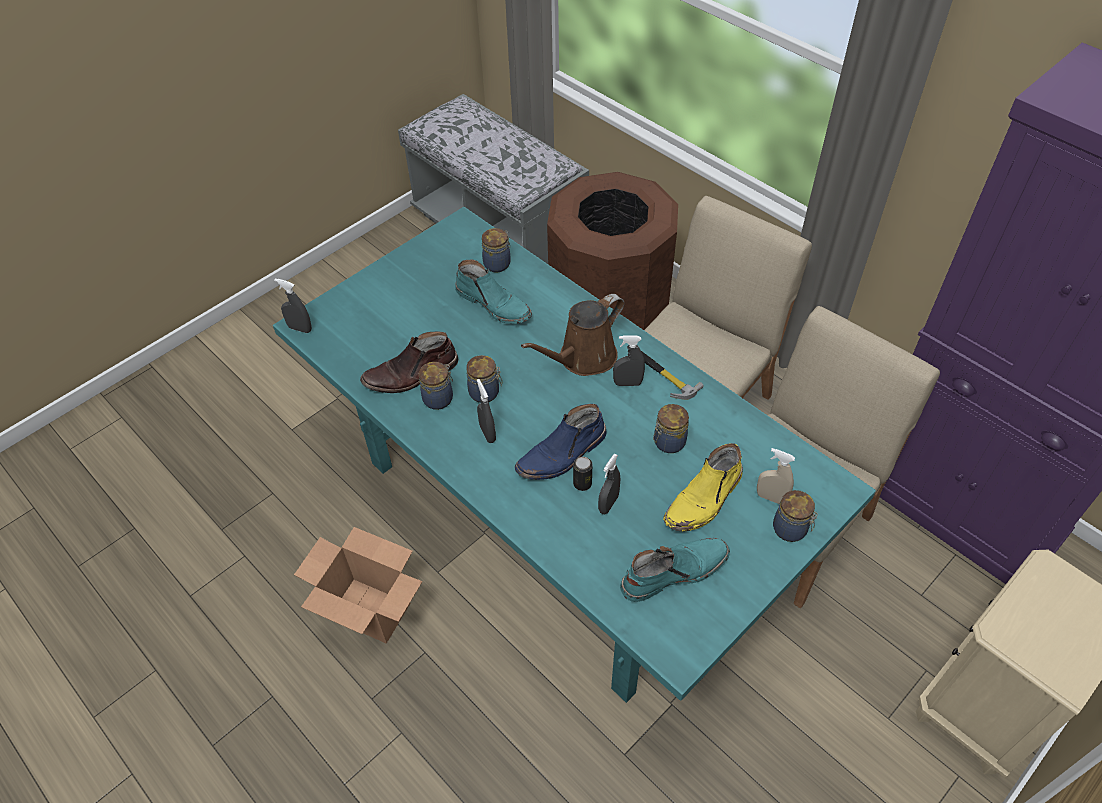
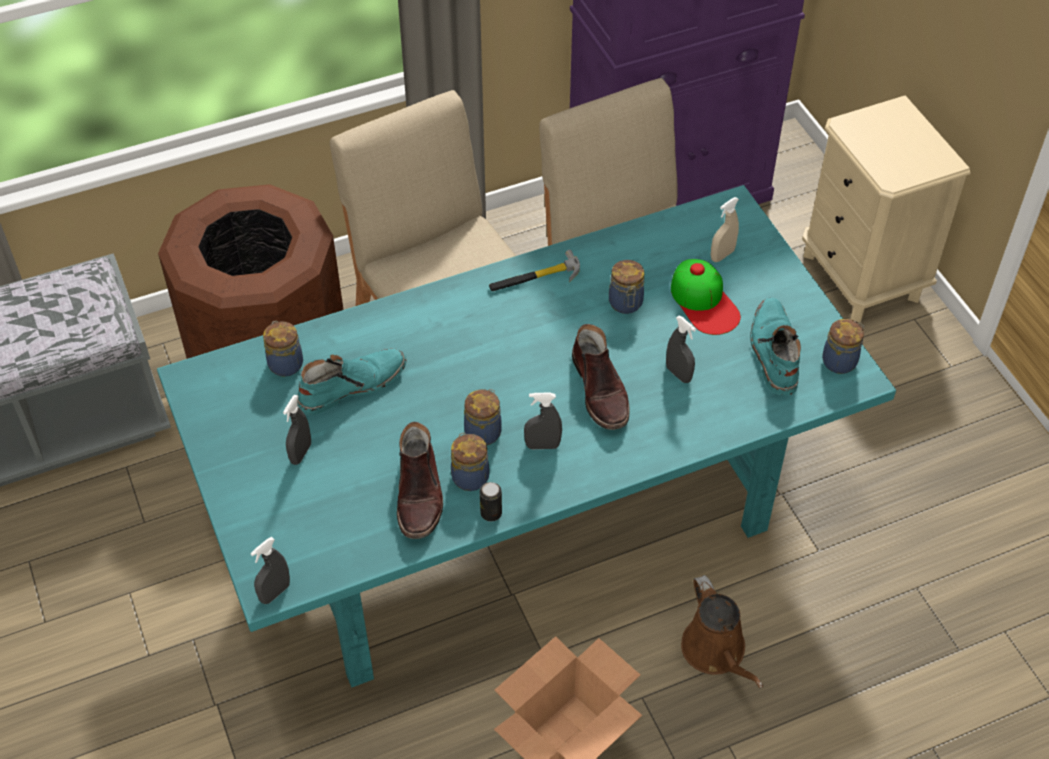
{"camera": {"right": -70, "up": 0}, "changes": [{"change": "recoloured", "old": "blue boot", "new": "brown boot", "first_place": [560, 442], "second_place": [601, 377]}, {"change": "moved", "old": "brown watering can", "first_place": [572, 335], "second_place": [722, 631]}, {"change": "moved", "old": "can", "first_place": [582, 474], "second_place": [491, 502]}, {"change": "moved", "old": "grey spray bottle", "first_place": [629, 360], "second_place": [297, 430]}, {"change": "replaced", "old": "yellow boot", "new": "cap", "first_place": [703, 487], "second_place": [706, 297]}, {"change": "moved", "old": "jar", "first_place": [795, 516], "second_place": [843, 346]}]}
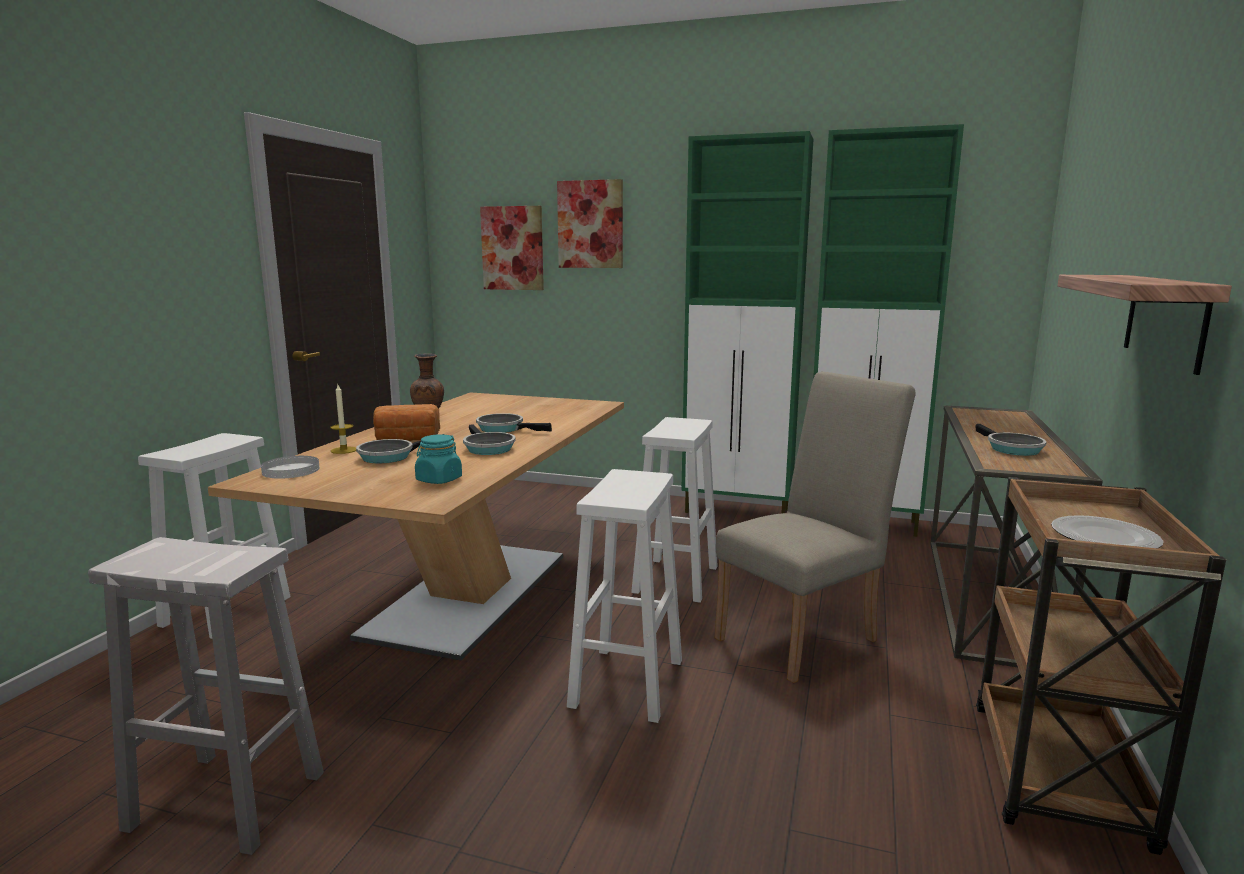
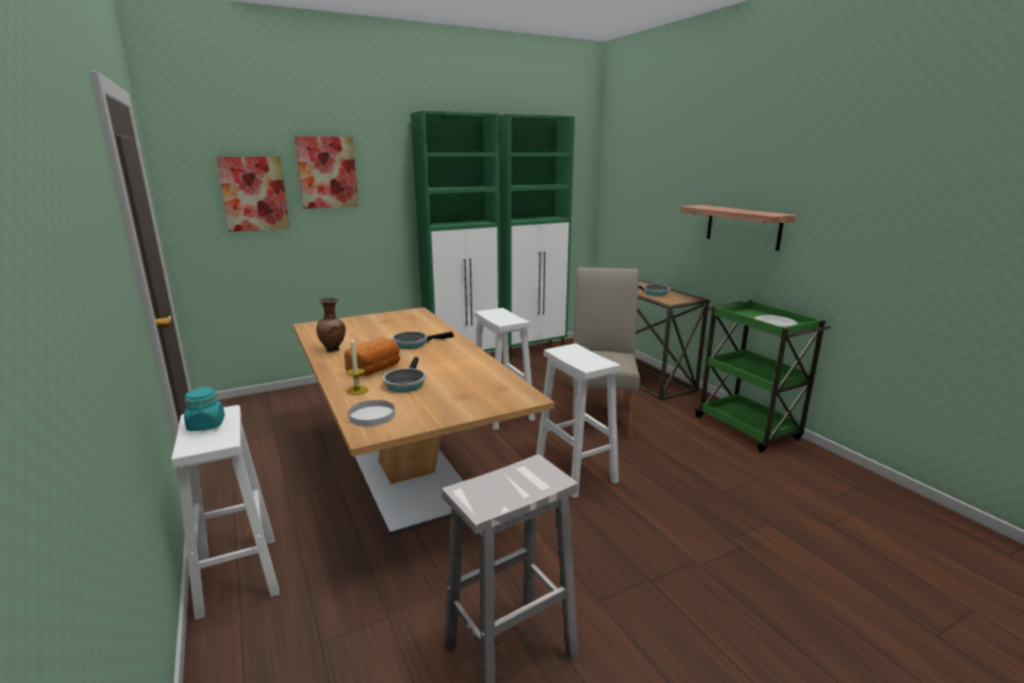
{"camera": {"right": -45, "up": 5}, "changes": [{"change": "moved", "old": "turquoise jar", "first_place": [438, 459], "second_place": [204, 409]}, {"change": "removed", "old": "frying pan", "first_place": [489, 439]}, {"change": "recoloured", "old": "brown cart", "new": "green cart", "first_place": [1101, 666], "second_place": [762, 376]}]}
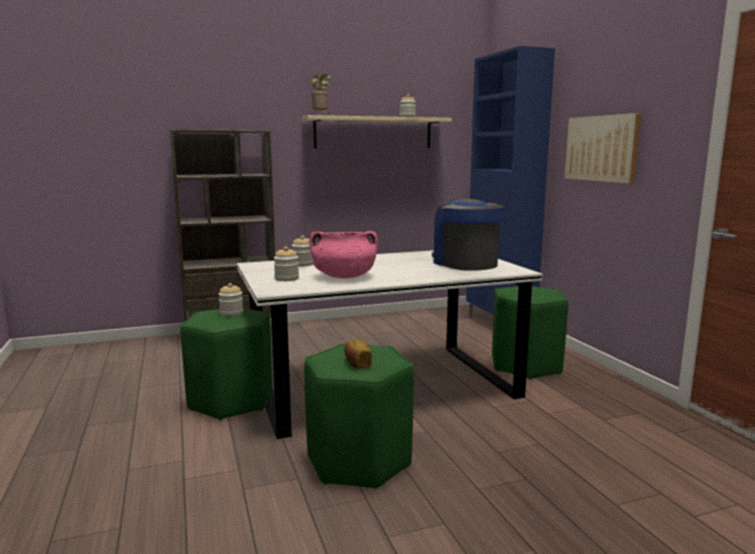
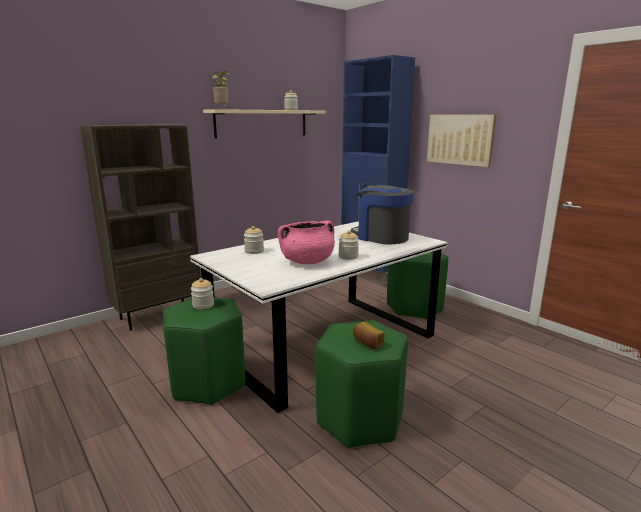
{"camera": {"right": -20, "up": 5}, "changes": [{"change": "moved", "old": "jar", "first_place": [286, 263], "second_place": [349, 245]}]}
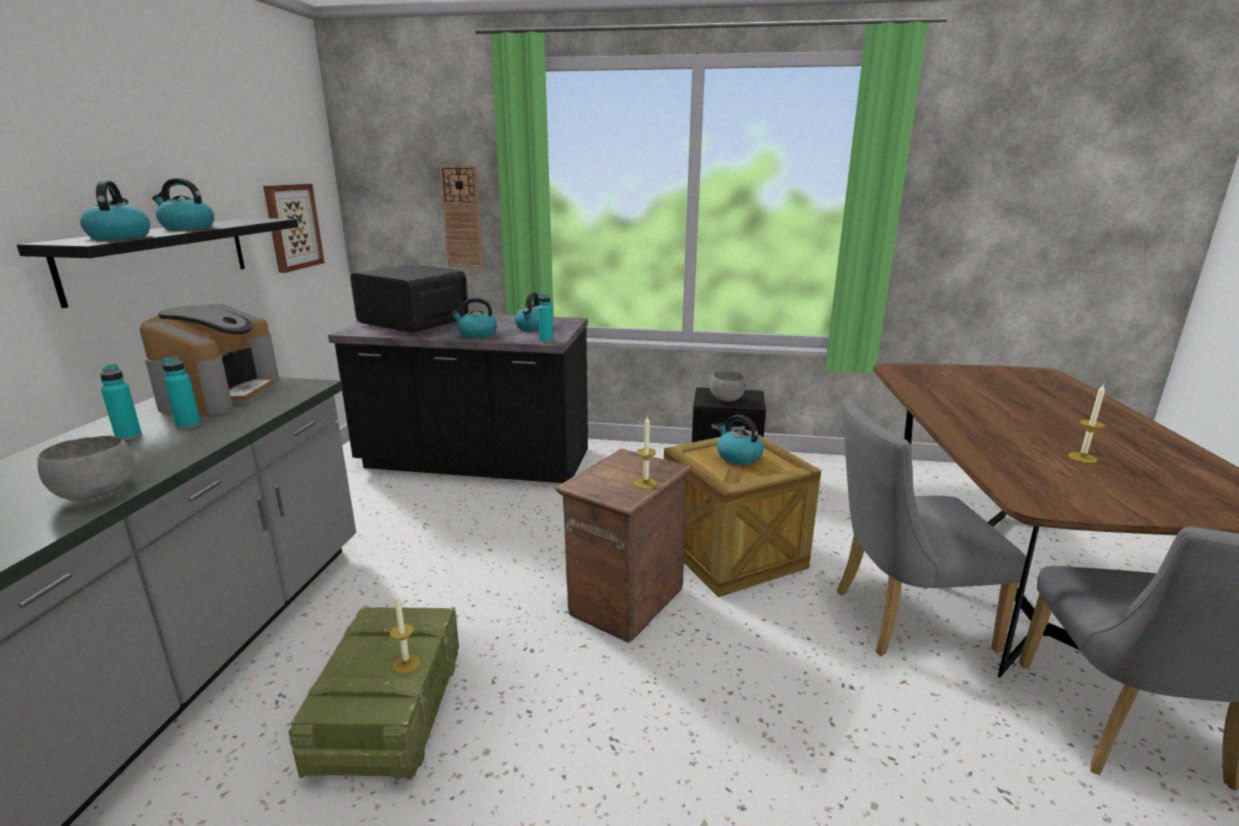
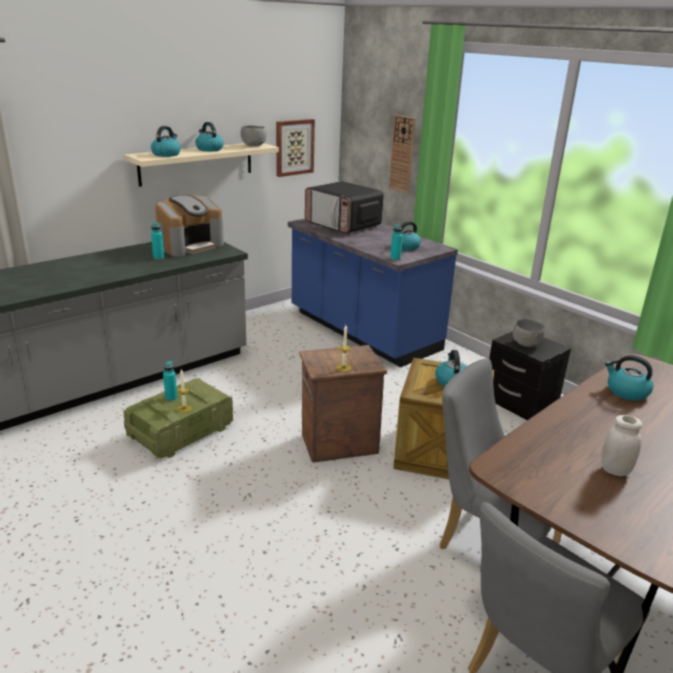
{"camera": {"right": 40, "up": 5}, "changes": [{"change": "recoloured", "old": "black shelf", "new": "beige shelf", "first_place": [157, 263], "second_place": [201, 165]}, {"change": "moved", "old": "grey bowl", "first_place": [85, 468], "second_place": [254, 135]}, {"change": "moved", "old": "turquoise bottle", "first_place": [121, 402], "second_place": [170, 381]}, {"change": "recoloured", "old": "black counter", "new": "blue counter", "first_place": [458, 399], "second_place": [373, 293]}, {"change": "turned", "old": "microwave", "first_place": [410, 299], "second_place": [344, 207], "degrees": 150}, {"change": "moved", "old": "kettle", "first_place": [474, 318], "second_place": [629, 378]}, {"change": "replaced", "old": "candle", "new": "white jar", "first_place": [1086, 423], "second_place": [621, 445]}]}
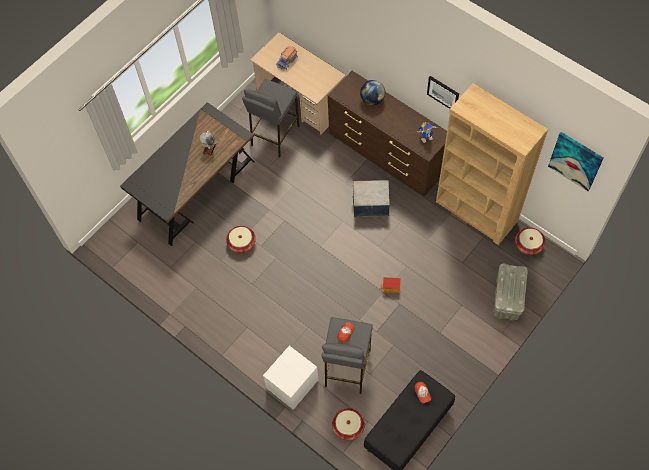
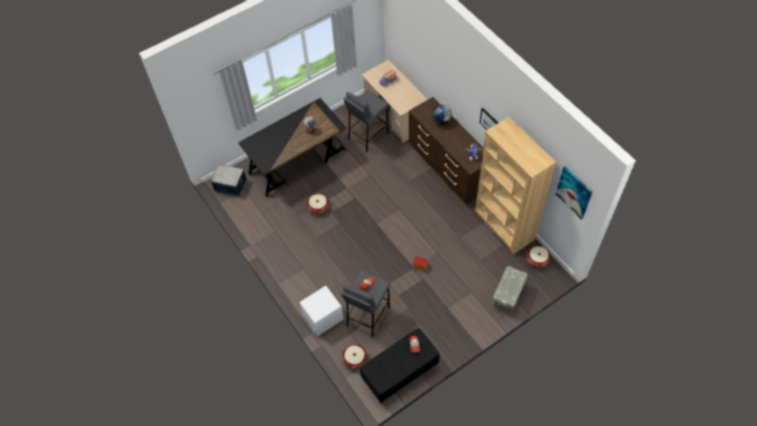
{"camera": {"right": 15, "up": -5}, "changes": [{"change": "moved", "old": "storage box", "first_place": [371, 198], "second_place": [228, 180]}]}
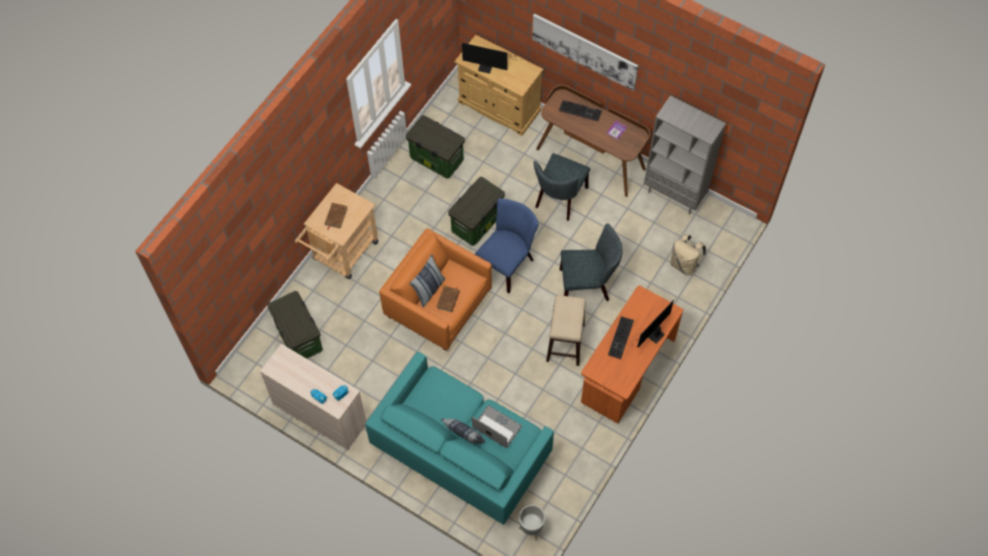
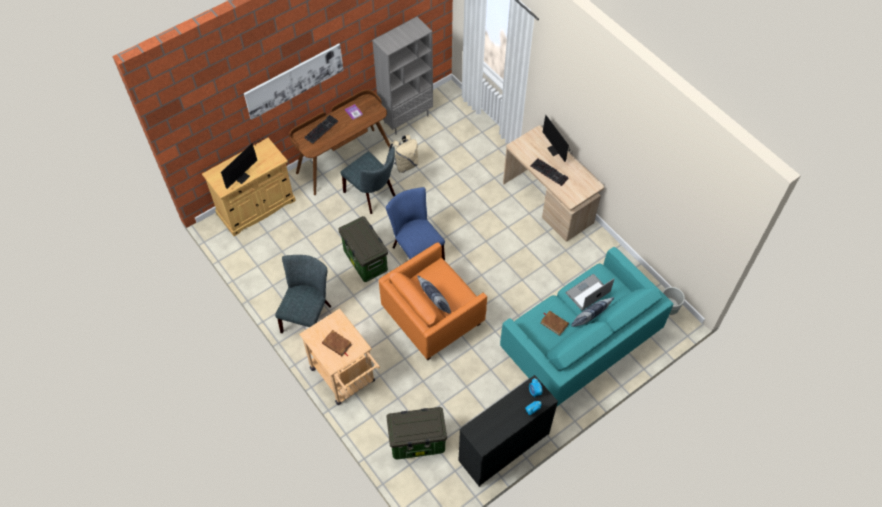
{"camera": {"right": -70, "up": -5}, "changes": [{"change": "recoloured", "old": "beige dresser", "new": "black dresser", "first_place": [313, 397], "second_place": [508, 431]}, {"change": "removed", "old": "storage box", "first_place": [435, 147]}, {"change": "moved", "old": "brown book", "first_place": [448, 299], "second_place": [555, 323]}, {"change": "removed", "old": "stool", "first_place": [566, 330]}, {"change": "moved", "old": "grey chair", "first_place": [591, 262], "second_place": [303, 294]}, {"change": "recoloured", "old": "orange desk", "new": "beige desk", "first_place": [632, 354], "second_place": [553, 183]}, {"change": "moved", "old": "beige backpack", "first_place": [688, 255], "second_place": [403, 154]}]}
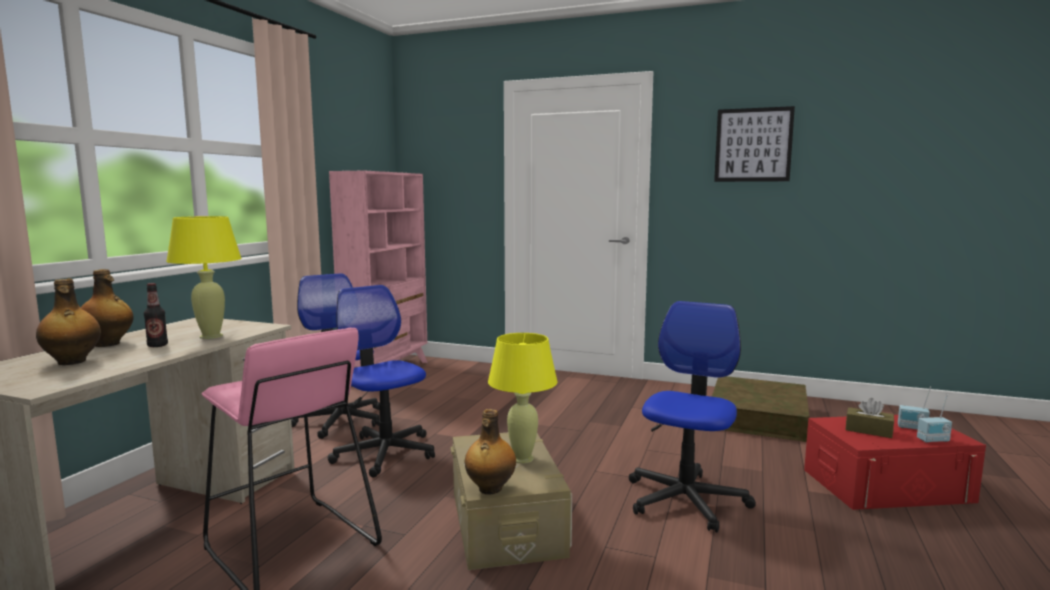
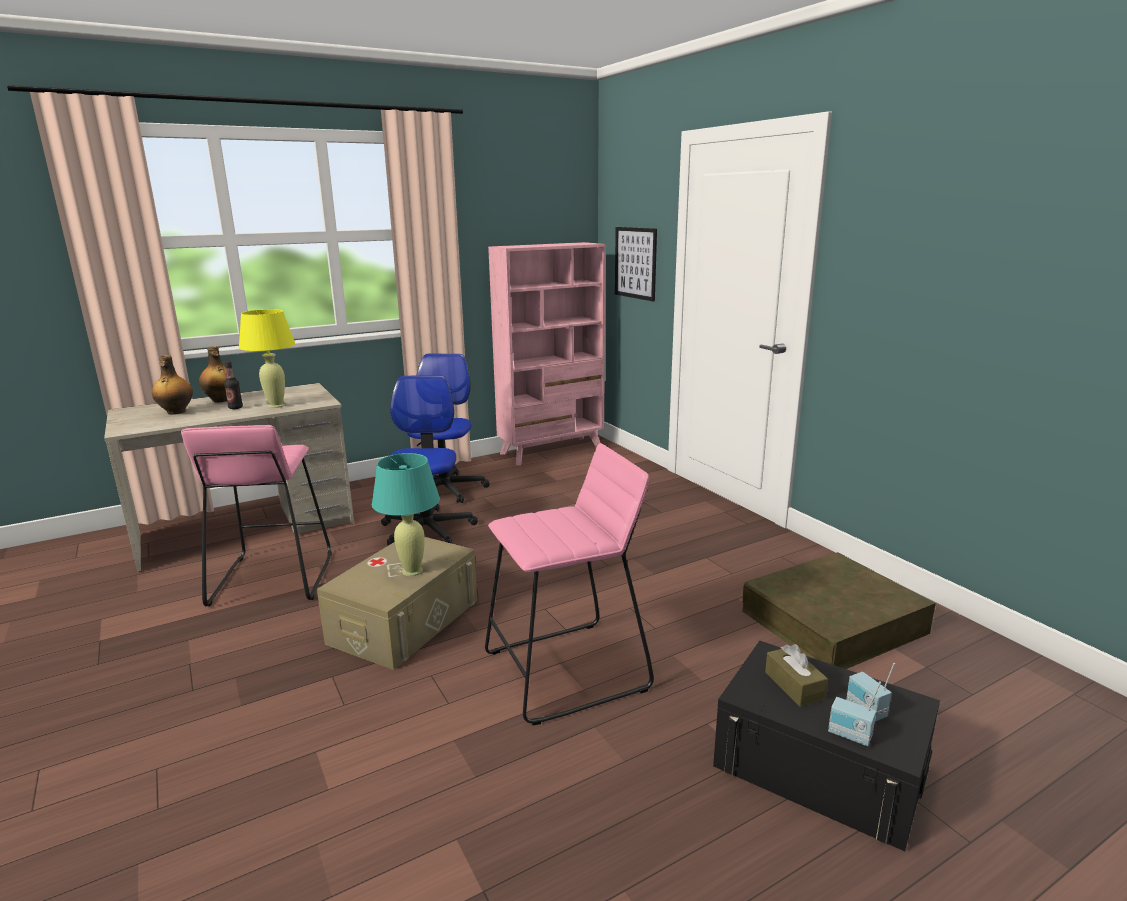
{"camera": {"right": 40, "up": 10}, "changes": [{"change": "removed", "old": "bottle", "first_place": [490, 452]}, {"change": "recoloured", "old": "yellow table lamp", "new": "turquoise table lamp", "first_place": [522, 398], "second_place": [406, 514]}, {"change": "replaced", "old": "office chair", "new": "pink stool", "first_place": [692, 416], "second_place": [569, 584]}, {"change": "moved", "old": "picture", "first_place": [754, 144], "second_place": [636, 264]}, {"change": "recoloured", "old": "red storage box", "new": "black storage box", "first_place": [895, 462], "second_place": [826, 746]}]}
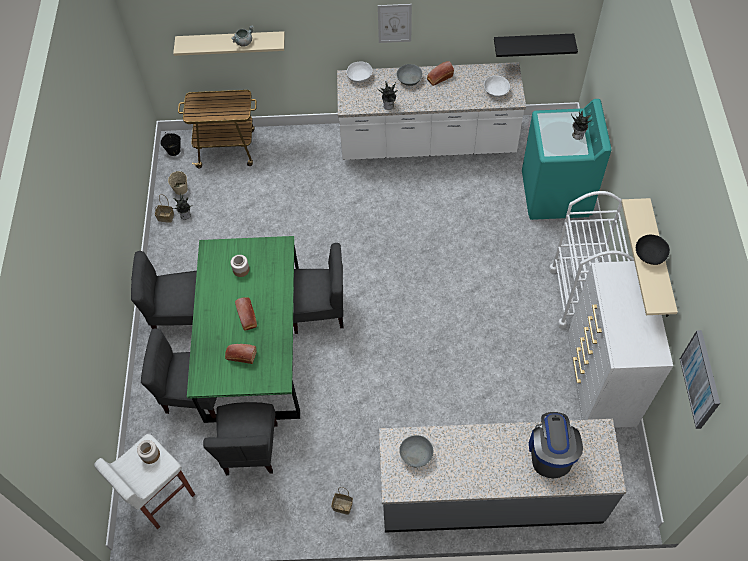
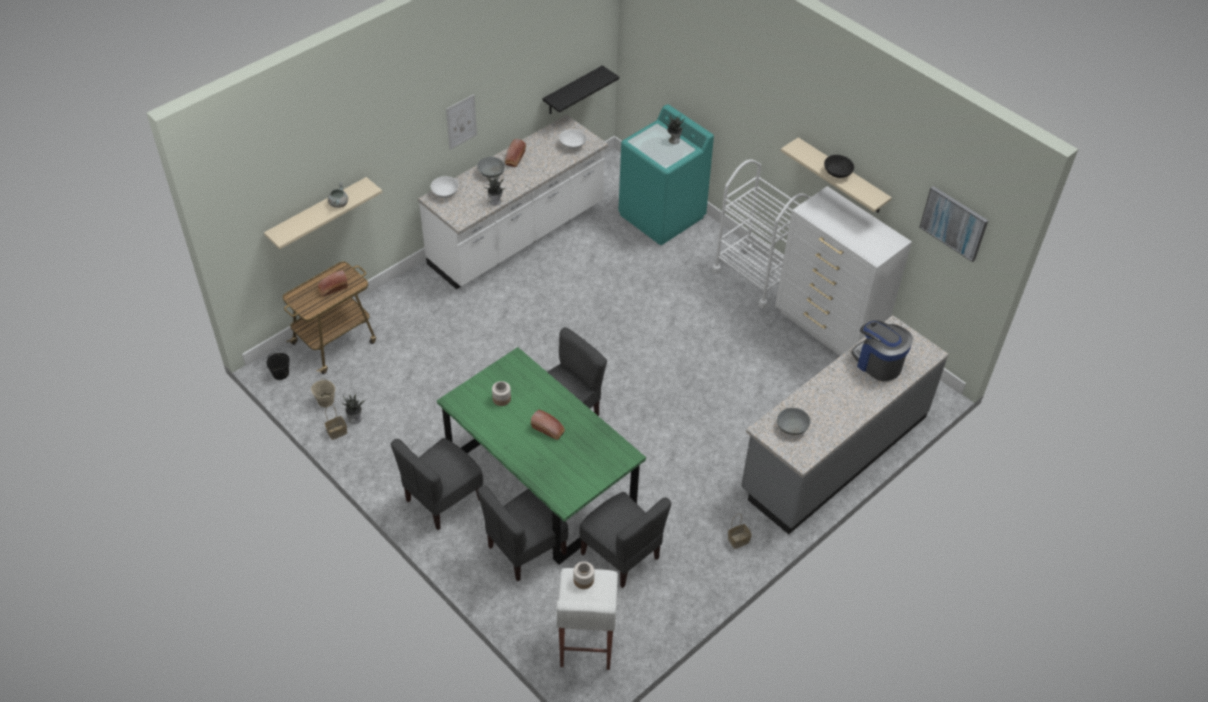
{"camera": {"right": -45, "up": -10}, "changes": [{"change": "moved", "old": "bread", "first_place": [241, 354], "second_place": [332, 283]}]}
